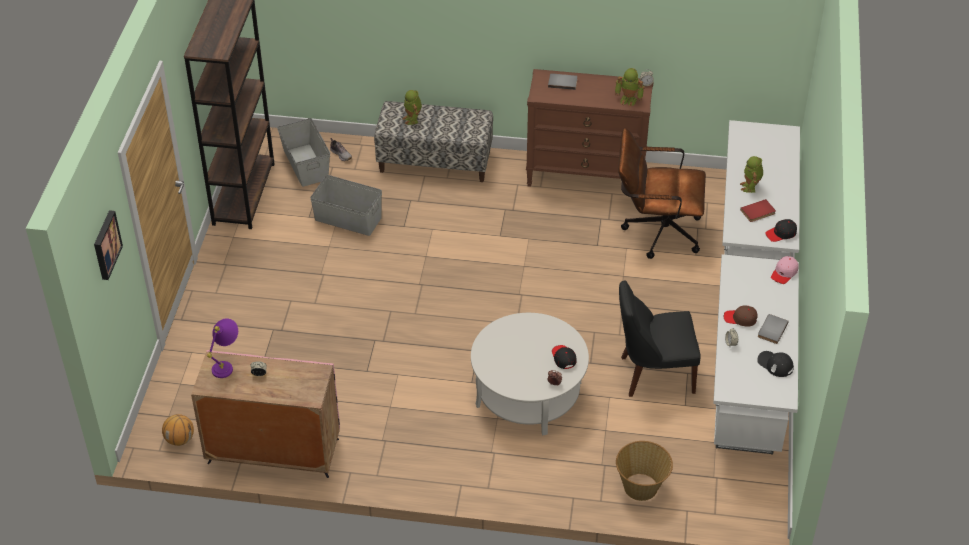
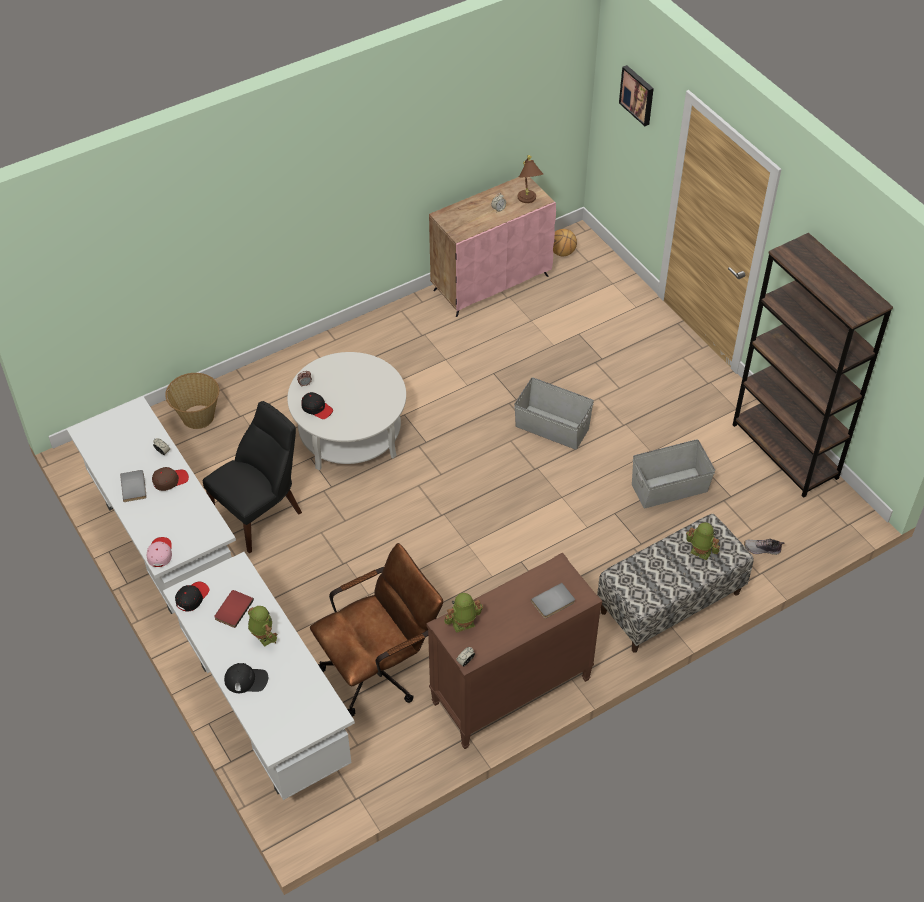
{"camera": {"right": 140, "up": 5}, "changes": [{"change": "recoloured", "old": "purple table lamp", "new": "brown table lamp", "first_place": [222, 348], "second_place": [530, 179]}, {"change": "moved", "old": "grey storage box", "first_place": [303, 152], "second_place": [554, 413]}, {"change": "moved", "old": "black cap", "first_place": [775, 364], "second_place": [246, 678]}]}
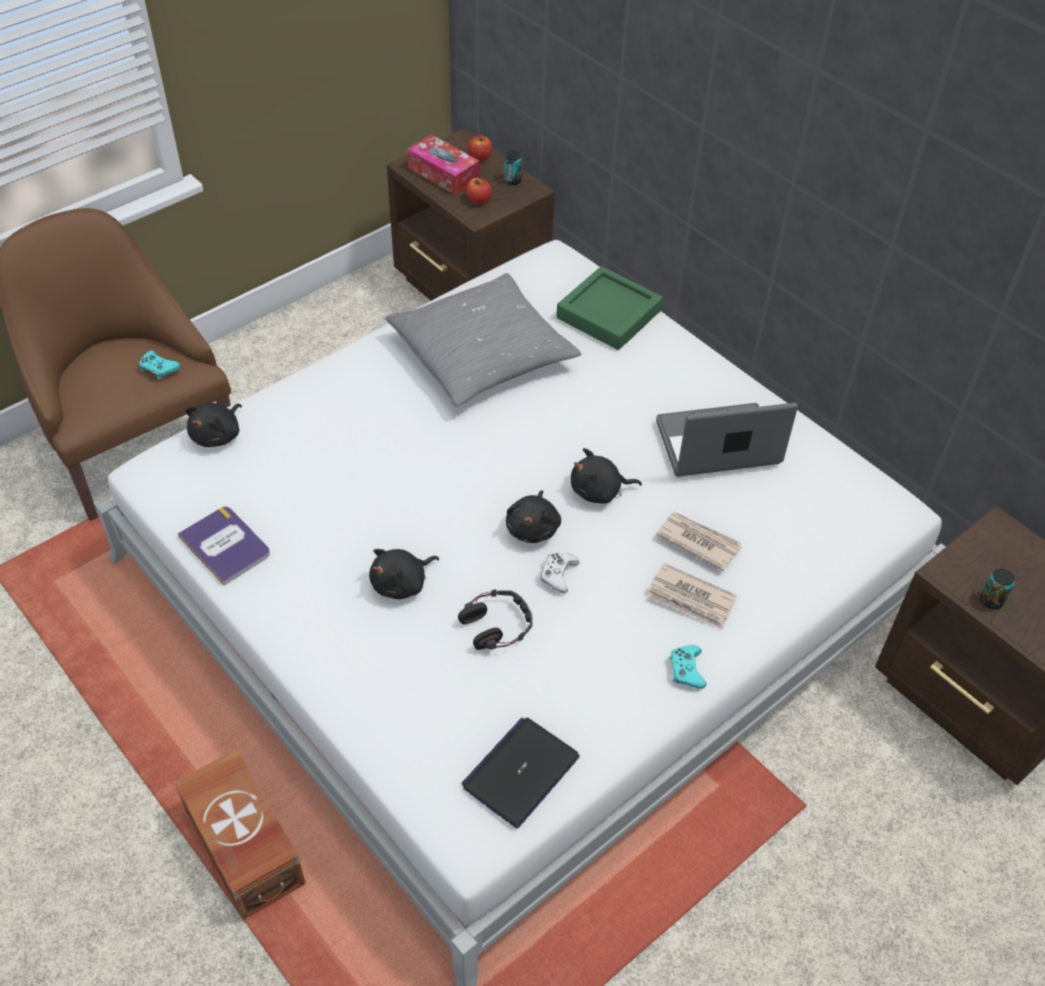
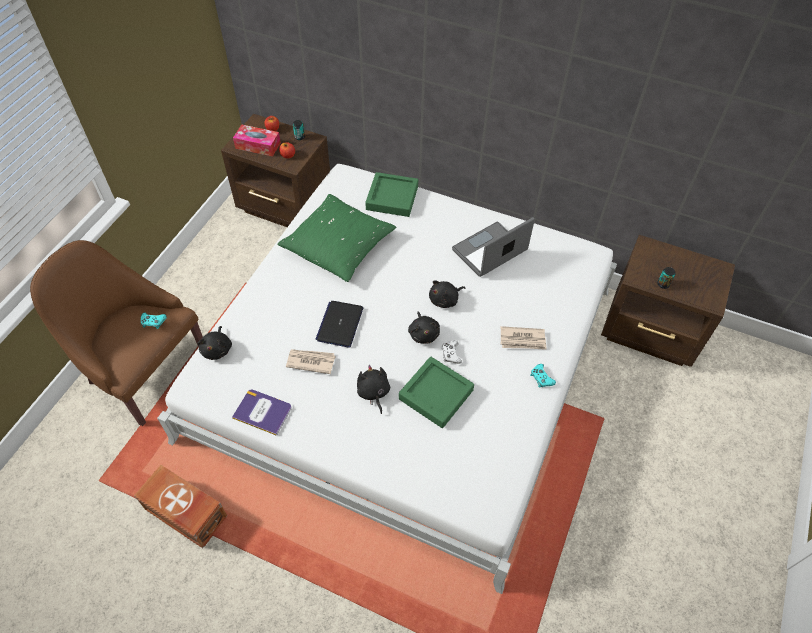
{"camera": {"right": -25, "up": 5}, "changes": [{"change": "moved", "old": "brown storage box", "first_place": [240, 835], "second_place": [180, 506]}, {"change": "turned", "old": "black plush toy", "first_place": [404, 574], "second_place": [373, 389], "degrees": 135}, {"change": "recoloured", "old": "grey pillow", "new": "green pillow", "first_place": [483, 340], "second_place": [336, 238]}, {"change": "replaced", "old": "headphones", "new": "green tray", "first_place": [495, 619], "second_place": [436, 392]}, {"change": "moved", "old": "laptop", "first_place": [520, 773], "second_place": [339, 324]}, {"change": "moved", "old": "newspaper", "first_place": [699, 541], "second_place": [311, 361]}]}
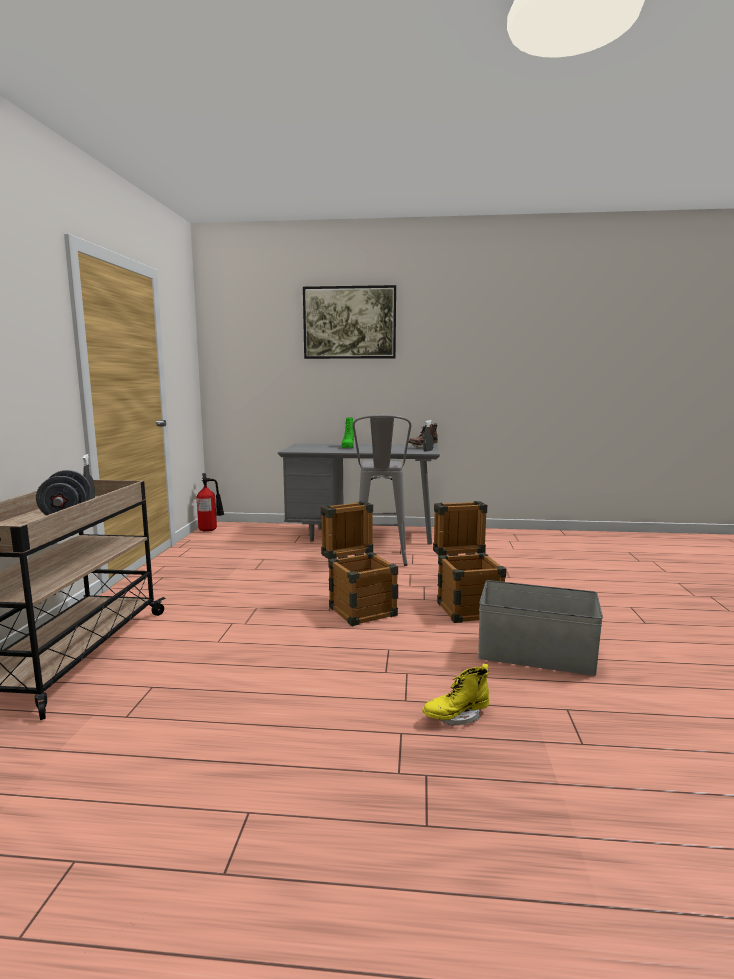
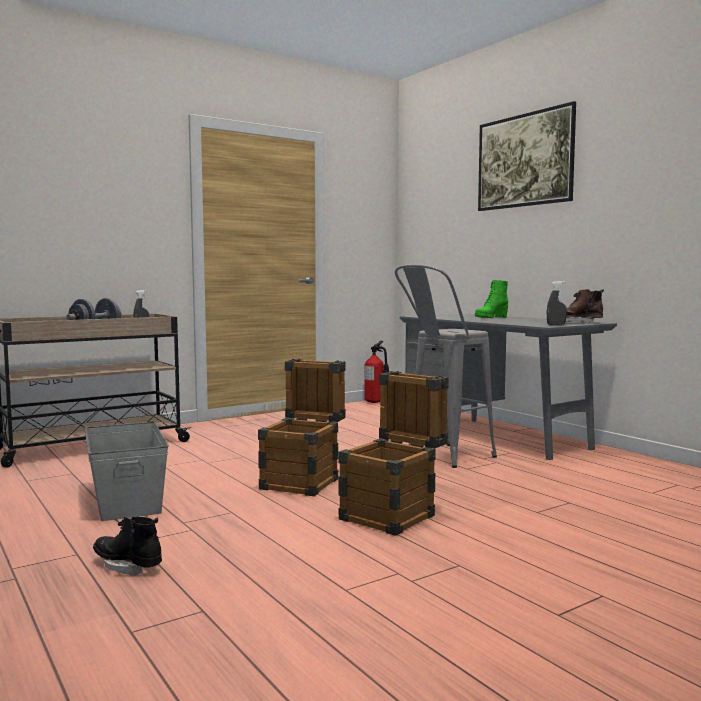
{"camera": {"right": 50, "up": -5}, "changes": [{"change": "recoloured", "old": "yellow boot", "new": "black boot", "first_place": [455, 694], "second_place": [127, 546]}, {"change": "moved", "old": "grey storage box", "first_place": [540, 628], "second_place": [127, 471]}]}
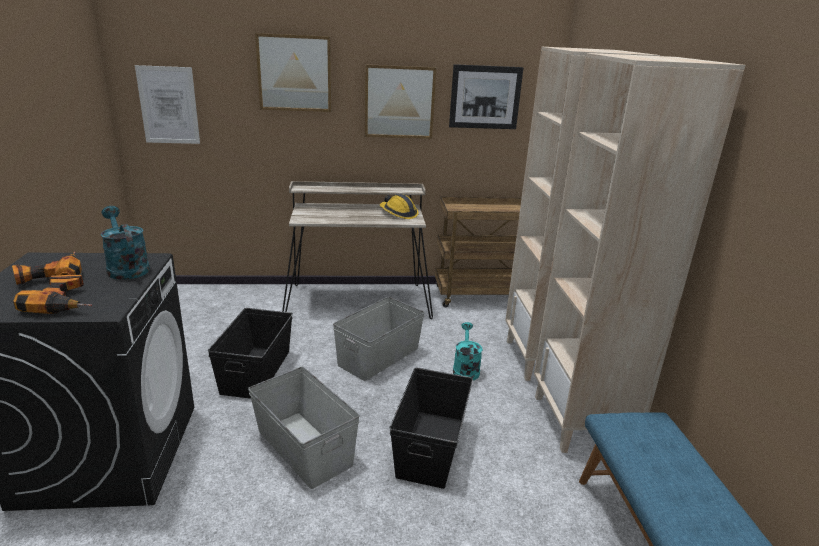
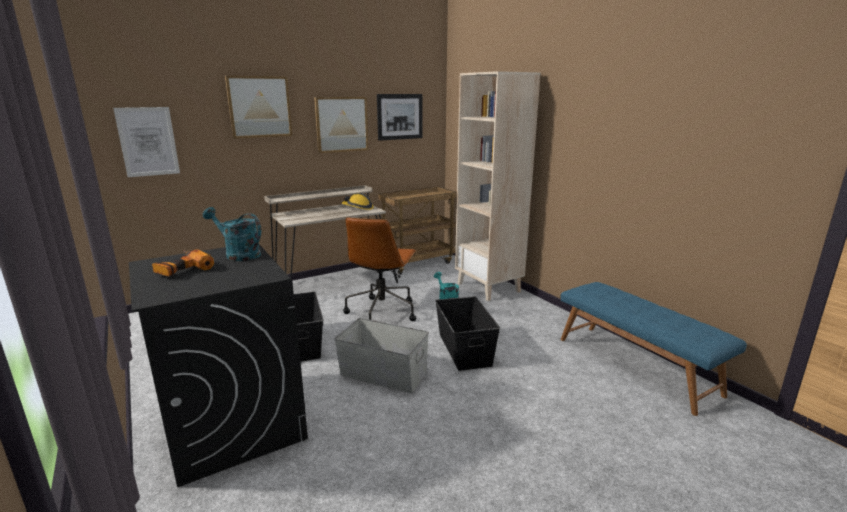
{"camera": {"right": -25, "up": -5}, "changes": [{"change": "removed", "old": "power drill", "first_place": [52, 294]}, {"change": "replaced", "old": "grey storage box", "new": "brown office chair", "first_place": [379, 339], "second_place": [379, 269]}, {"change": "removed", "old": "beige bookcase", "first_place": [639, 253]}]}
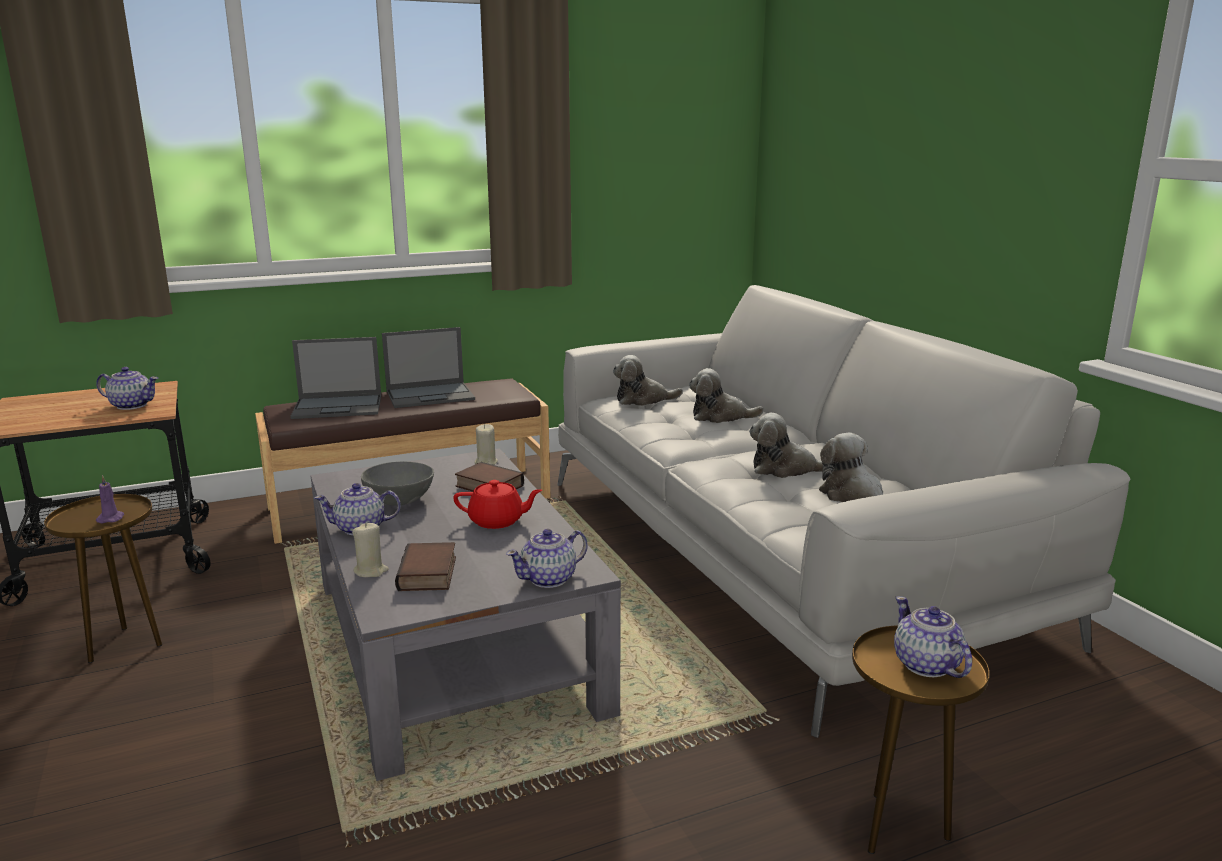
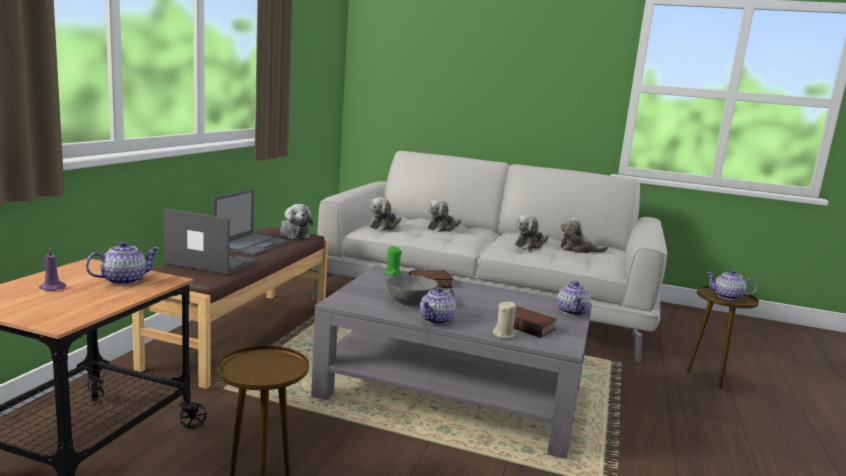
{"camera": {"right": -50, "up": -5}, "changes": [{"change": "moved", "old": "purple candle", "first_place": [110, 499], "second_place": [52, 269]}, {"change": "turned", "old": "laptop", "first_place": [335, 378], "second_place": [210, 241], "degrees": -105}, {"change": "removed", "old": "red teapot", "first_place": [497, 504]}, {"change": "recoloured", "old": "beige candle", "new": "green candle", "first_place": [486, 444], "second_place": [392, 261]}, {"change": "added", "new": "plush toy", "second_place": [296, 221]}]}
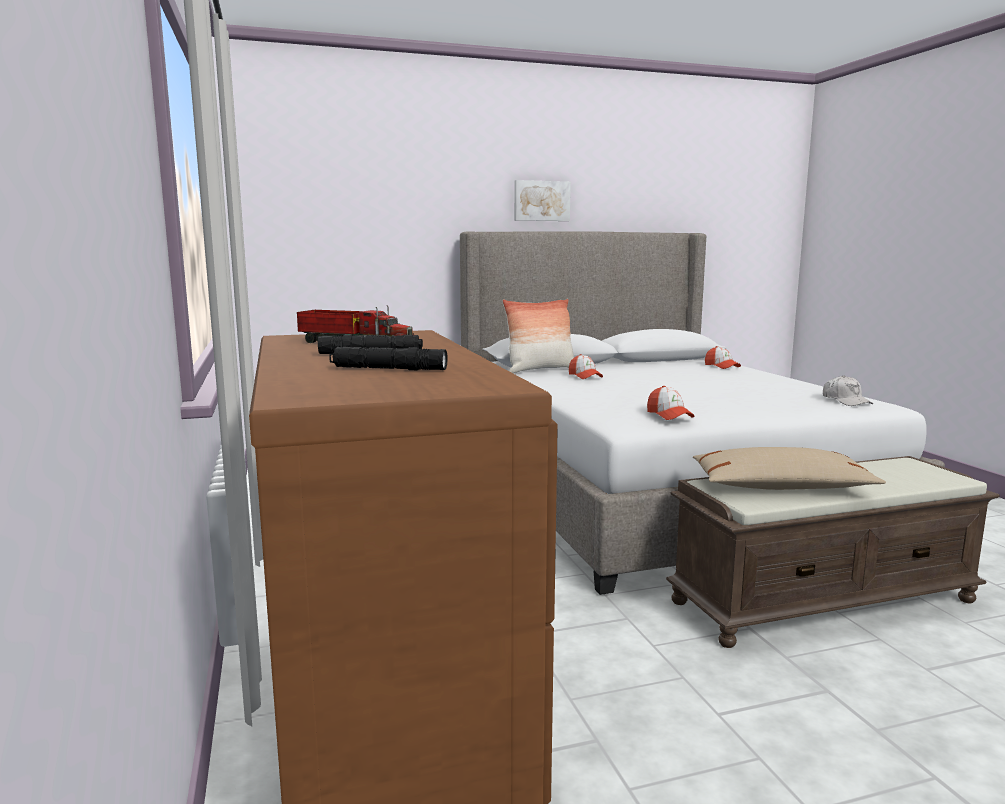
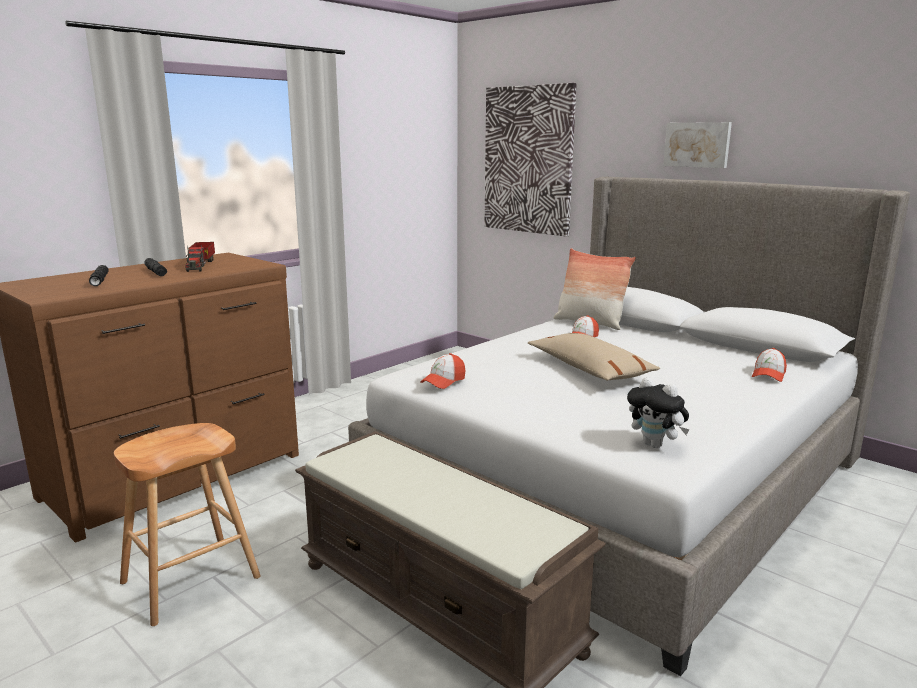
{"camera": {"right": 60, "up": 5}, "changes": [{"change": "moved", "old": "beige pillow", "first_place": [789, 468], "second_place": [594, 357]}, {"change": "replaced", "old": "white cap", "new": "plush toy", "first_place": [848, 390], "second_place": [658, 412]}, {"change": "added", "new": "brown stool", "second_place": [187, 524]}, {"change": "added", "new": "picture", "second_place": [531, 159]}]}
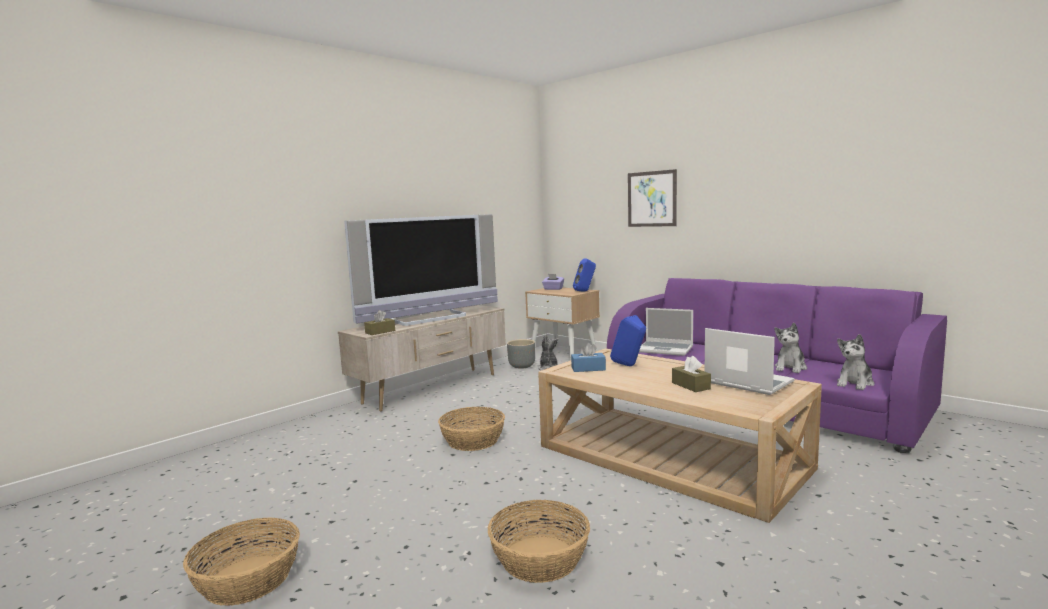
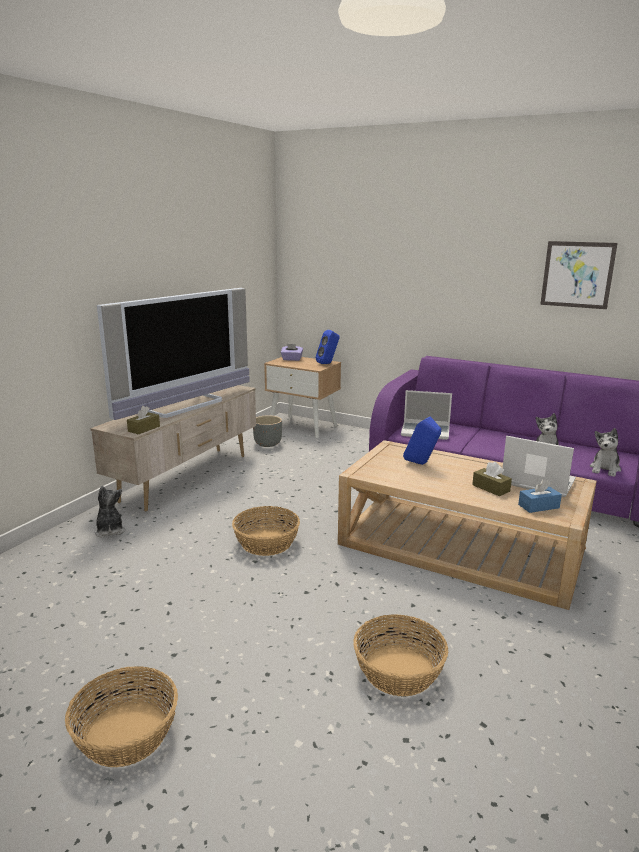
{"camera": {"right": -15, "up": 10}, "changes": [{"change": "moved", "old": "plush toy", "first_place": [548, 353], "second_place": [110, 511]}, {"change": "moved", "old": "blue tissue box", "first_place": [588, 357], "second_place": [540, 496]}, {"change": "moved", "old": "picture", "first_place": [652, 198], "second_place": [579, 275]}]}
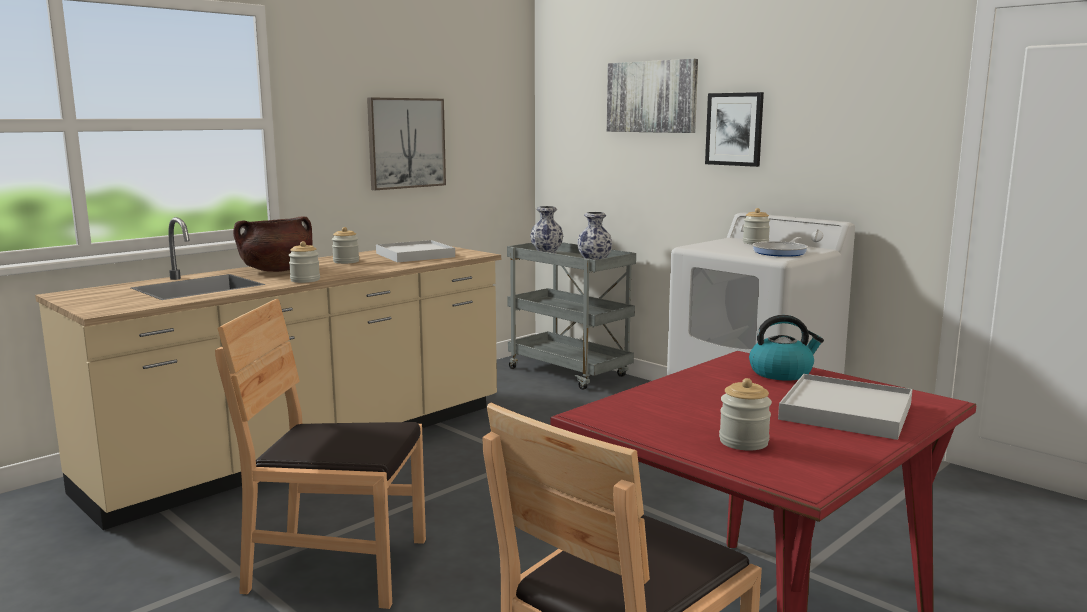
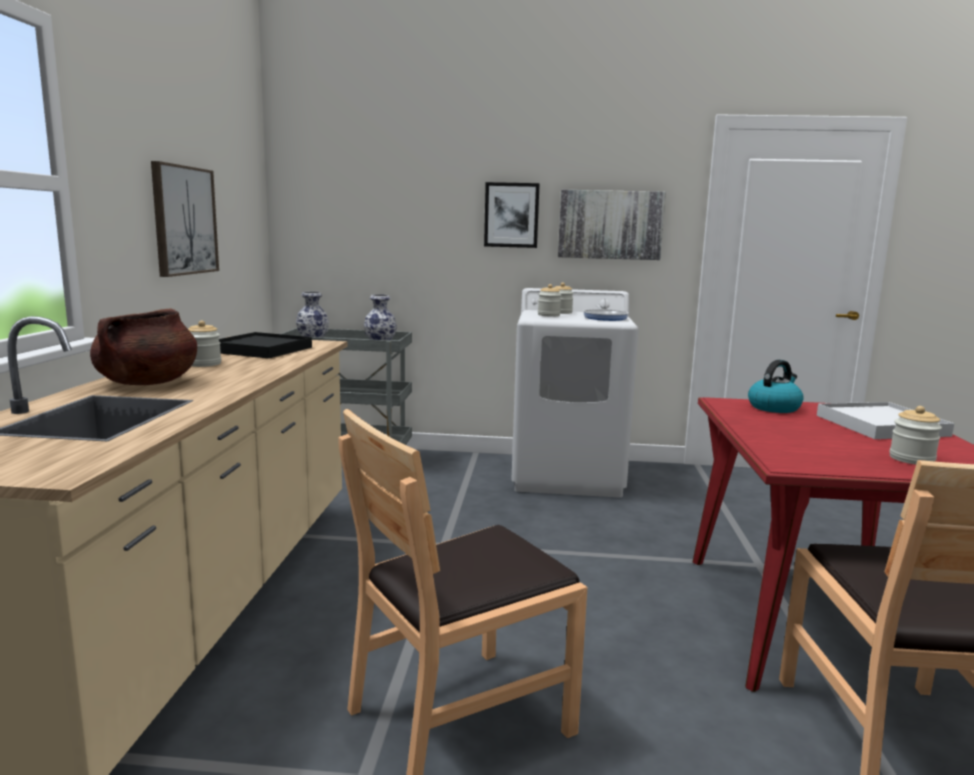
{"camera": {"right": -40, "up": 0}, "changes": [{"change": "moved", "old": "jar", "first_place": [304, 262], "second_place": [549, 300]}, {"change": "recoloured", "old": "white tray", "new": "black tray", "first_place": [415, 251], "second_place": [265, 345]}, {"change": "moved", "old": "picture", "first_place": [652, 96], "second_place": [612, 225]}]}
